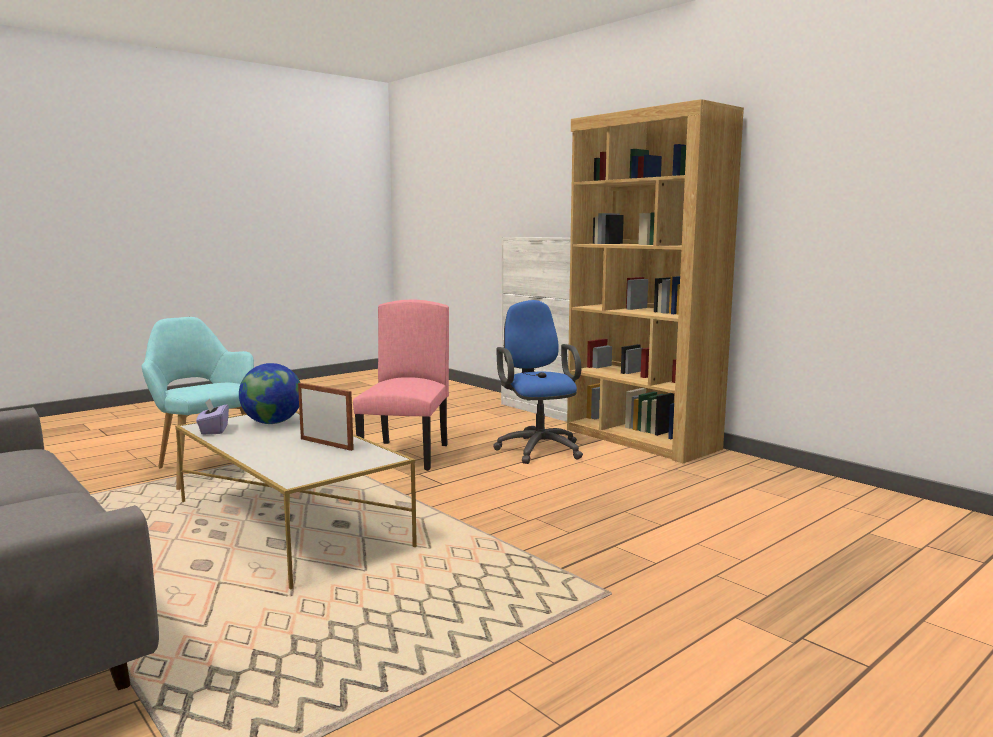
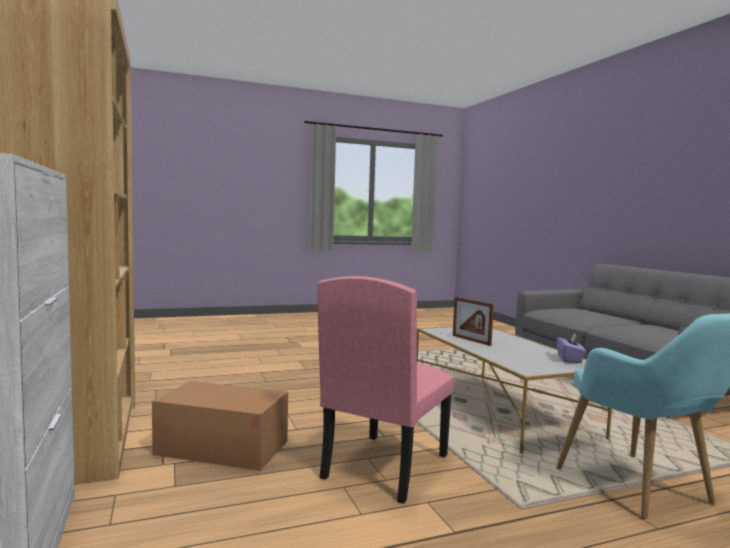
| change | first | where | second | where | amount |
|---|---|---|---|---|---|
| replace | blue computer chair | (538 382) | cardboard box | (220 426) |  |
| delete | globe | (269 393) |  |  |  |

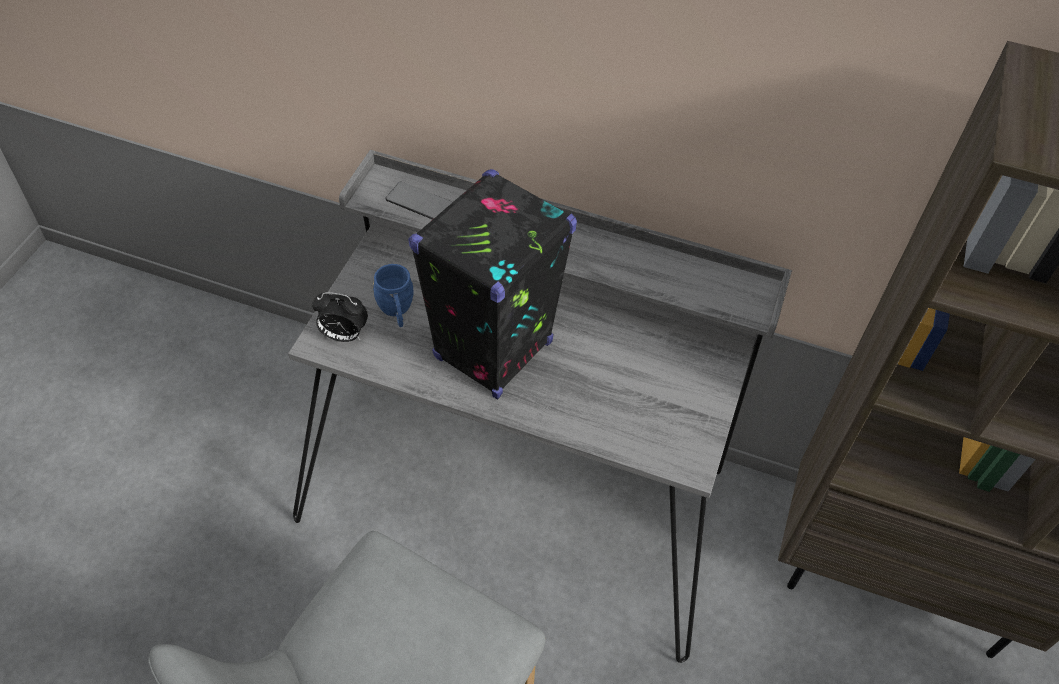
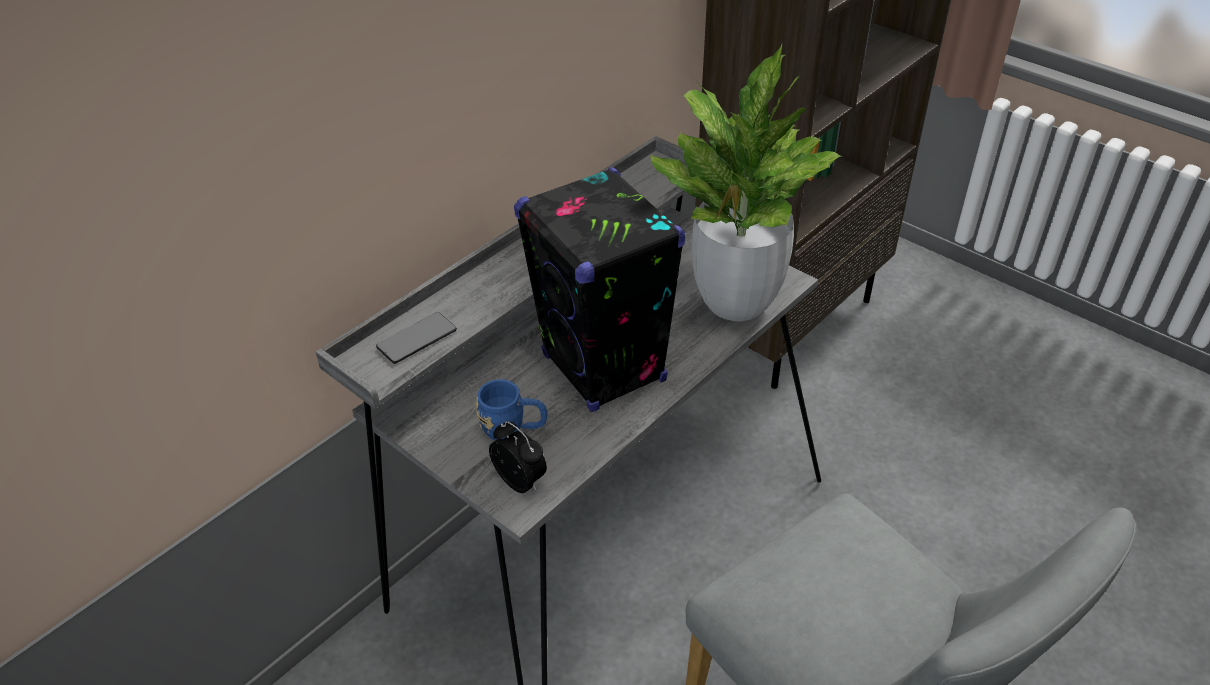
| change | first | where | second | where | amount |
|---|---|---|---|---|---|
| rotate | bedside clock | (340 317) |  | (518 457) | 75 degrees counterclockwise |
| insert |  |  | houseplant | (746 182) |  |

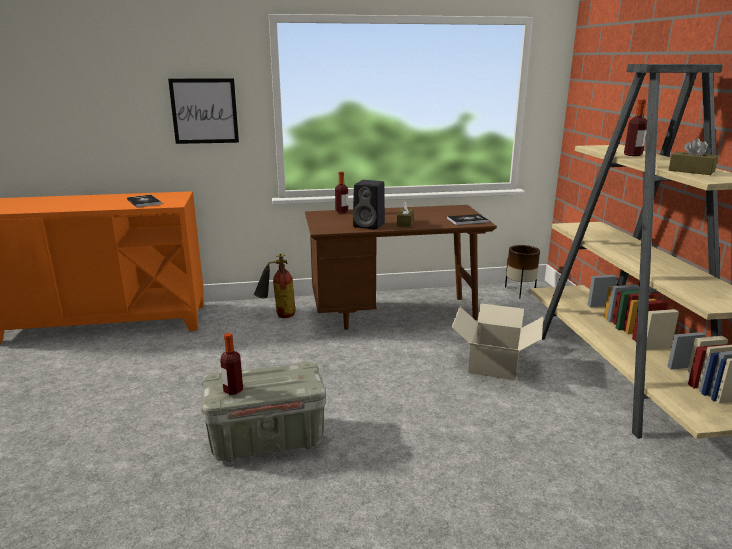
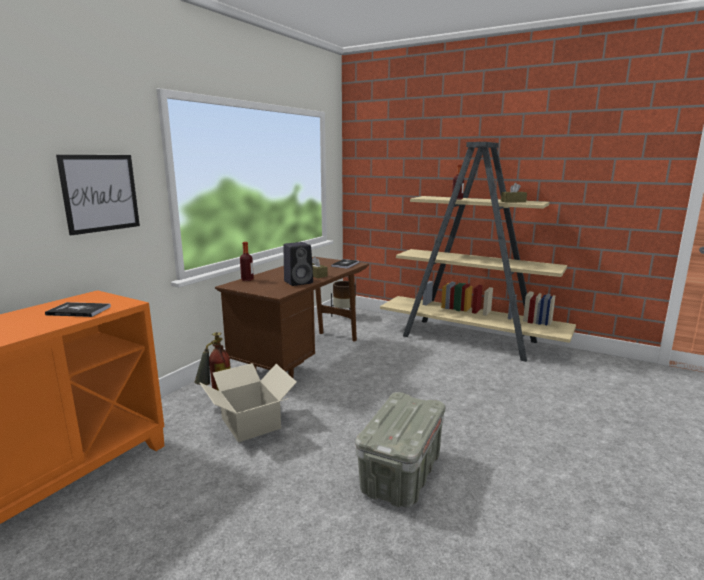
| change | first | where | second | where | amount |
|---|---|---|---|---|---|
| move | cardboard box | (497 341) |  | (248 402) |  |
| delete | bottle | (231 364) |  |  |  |

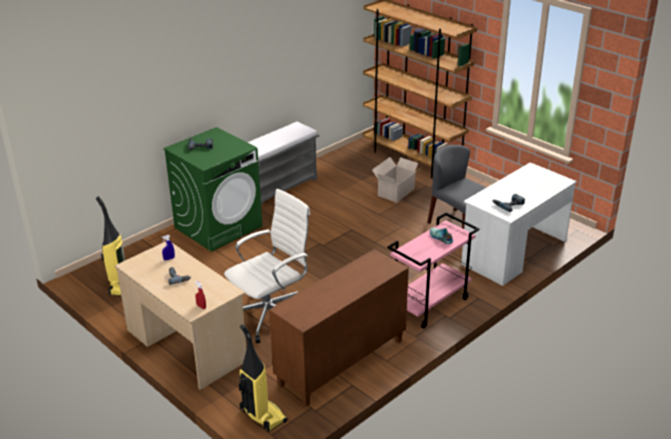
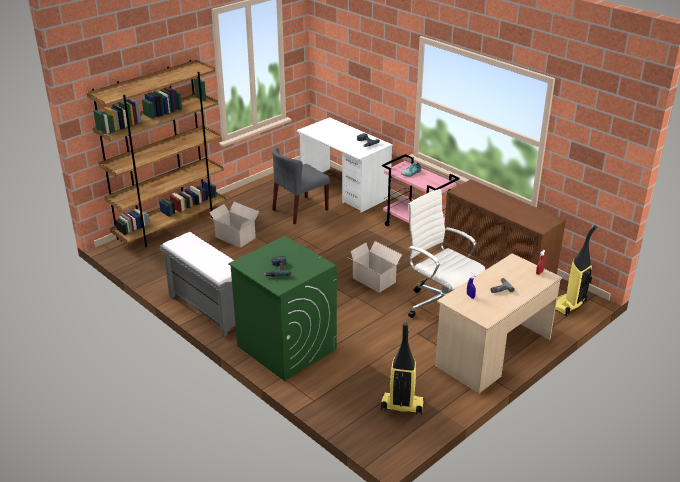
| change | first | where | second | where | amount |
|---|---|---|---|---|---|
| insert |  |  | cardboard box | (375 267) |  |

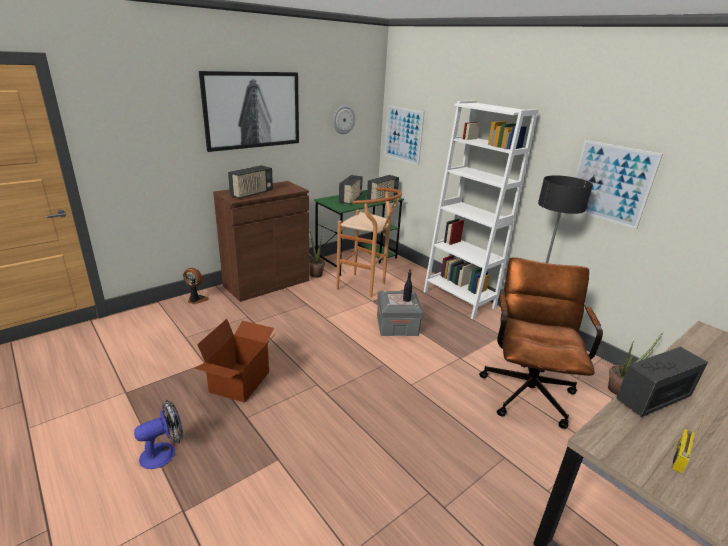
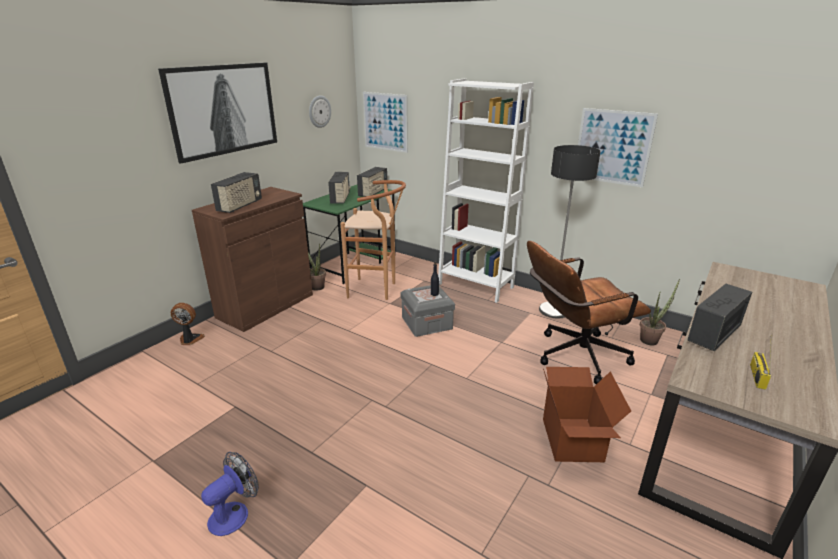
| change | first | where | second | where | amount |
|---|---|---|---|---|---|
| rotate | brown computer chair | (541 343) |  | (589 312) | 105 degrees counterclockwise |
| move | cardboard box | (235 361) |  | (587 414) |  |

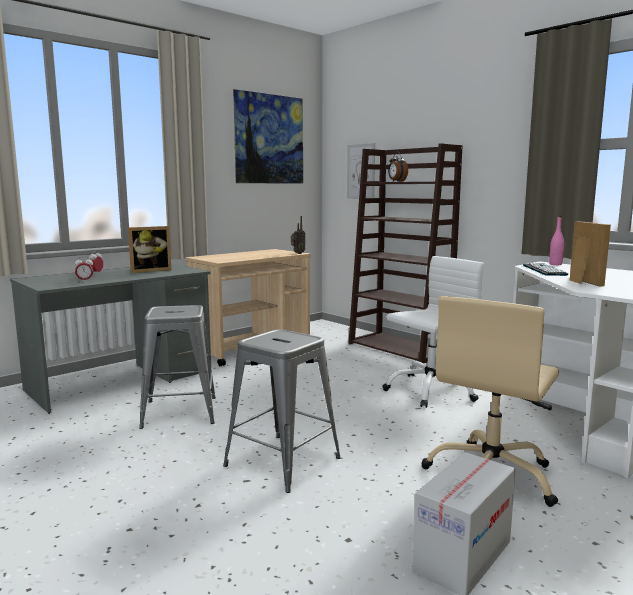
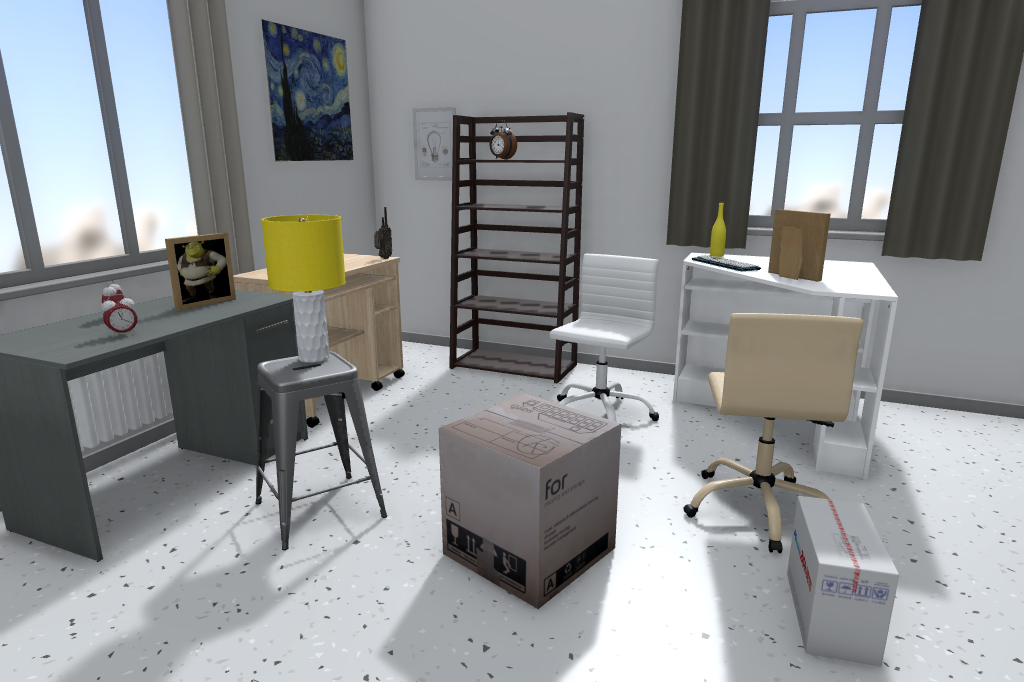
| change | first | where | second | where | amount |
|---|---|---|---|---|---|
| recolor | pink bottle | (556 240) | yellow-coloured bottle | (718 229) |  |
| replace | grey stool seat | (282 411) | cardboard box | (530 501) |  |
| insert |  |  | yellow-coloured tabletop lamp | (303 289) |  |

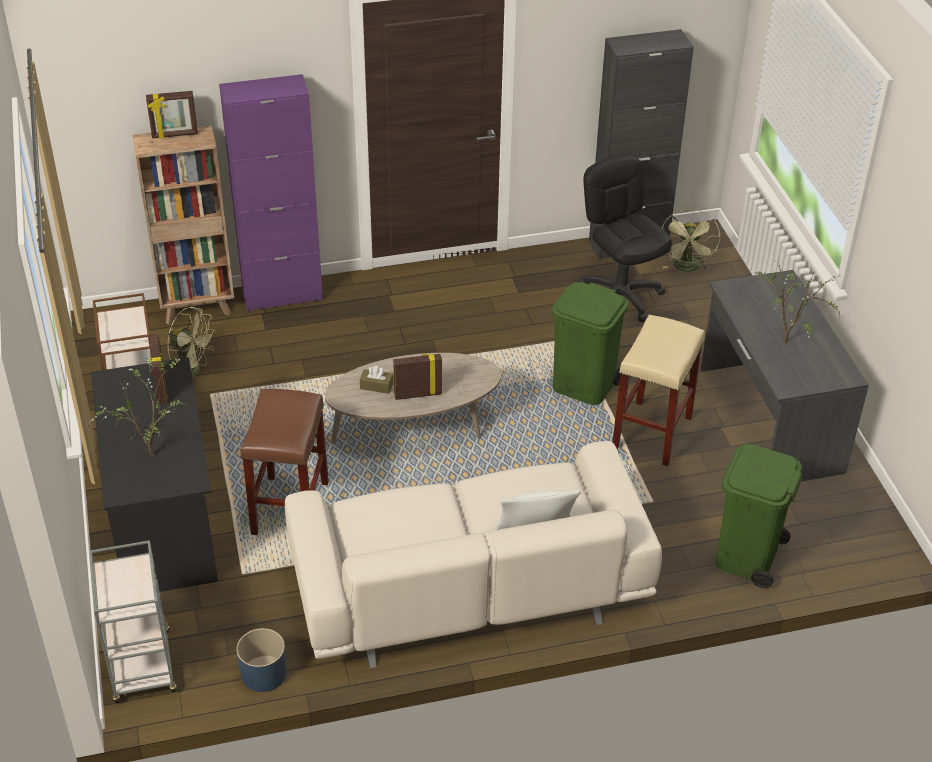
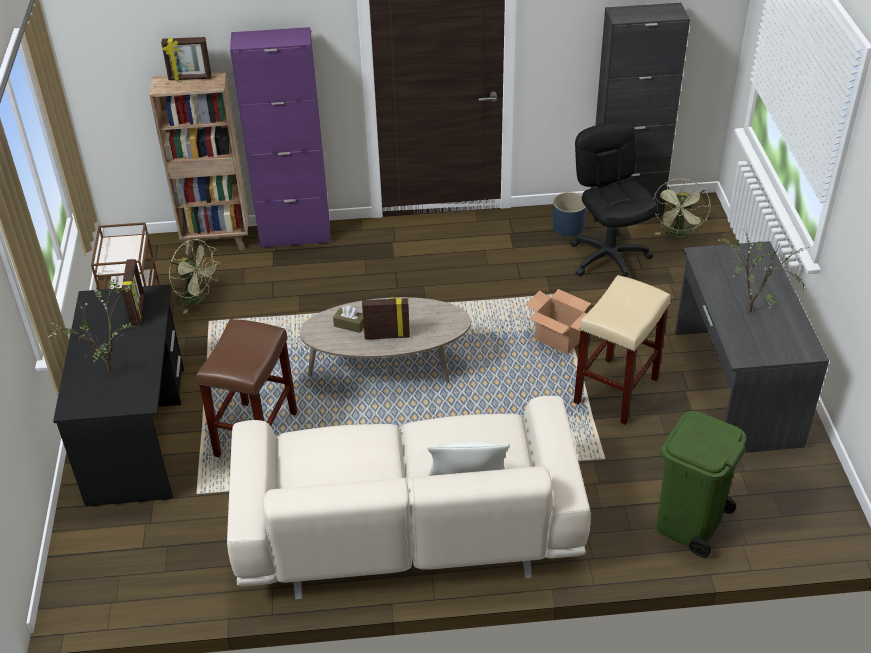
| change | first | where | second | where | amount |
|---|---|---|---|---|---|
| replace | green-coloured waste bin | (590 343) | cardboard box | (558 322) |  |
| delete | grey cart | (133 621) |  |  |  |
| move | blue flower pot | (261 660) |  | (569 214) |  |

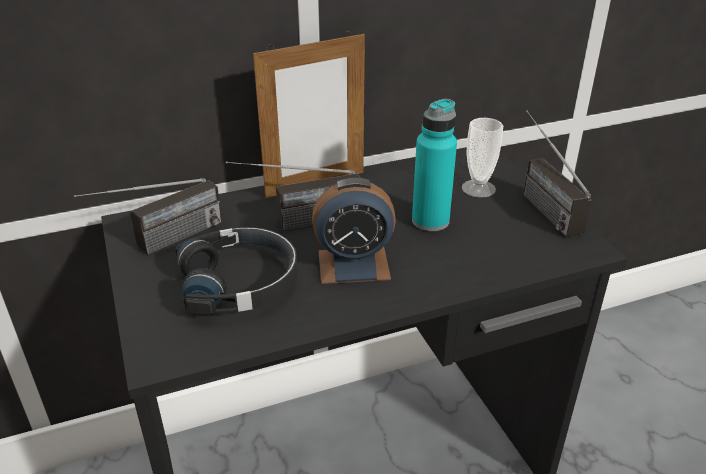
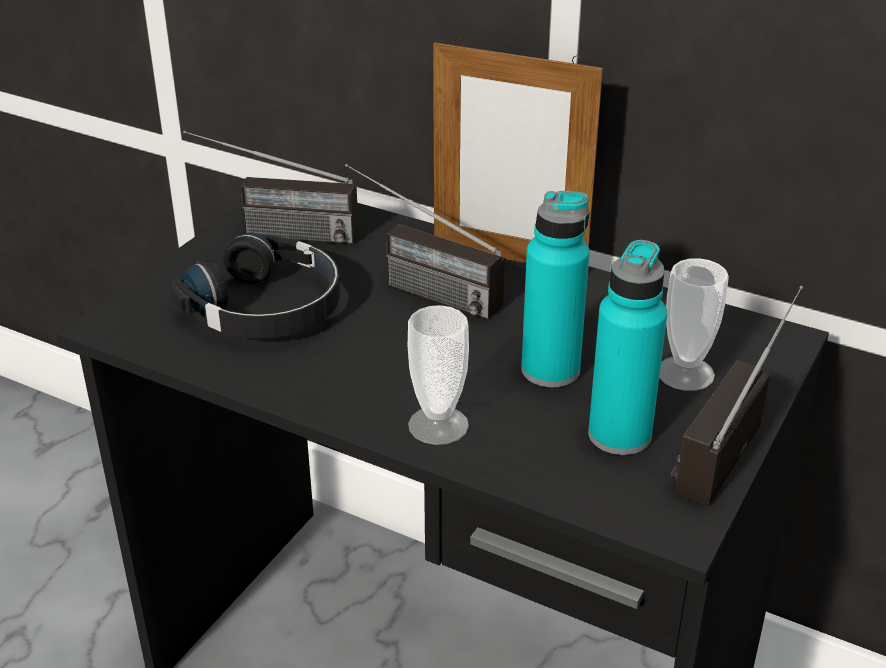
| change | first | where | second | where | amount |
|---|---|---|---|---|---|
| delete | bedside clock | (354 231) |  |  |  |
| insert |  |  | blue-green bottle | (627 347) |  |
| insert |  |  | small cup | (438 375) |  |

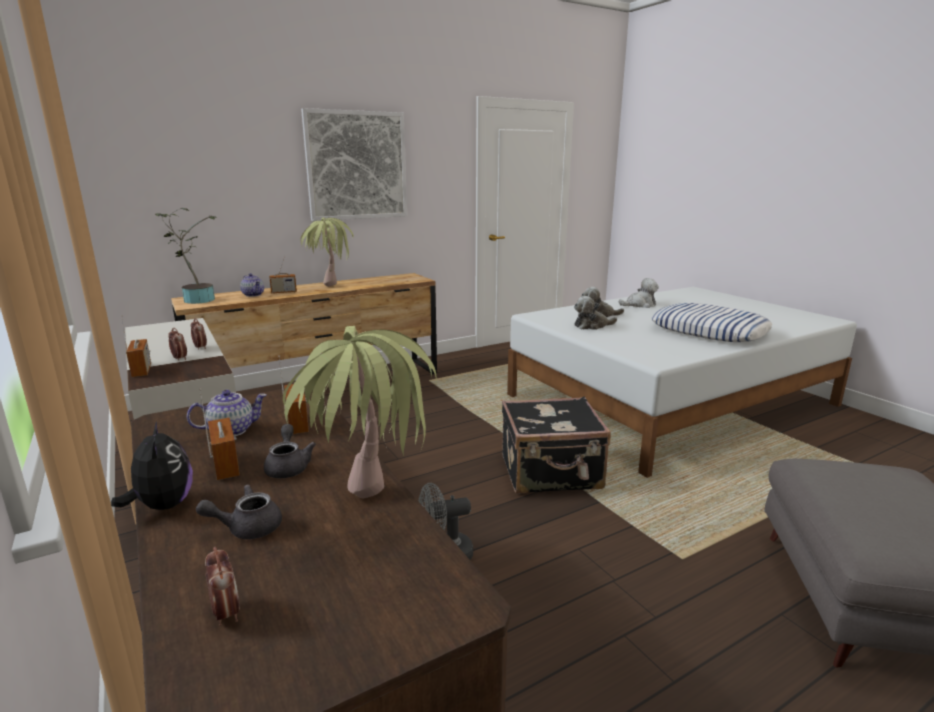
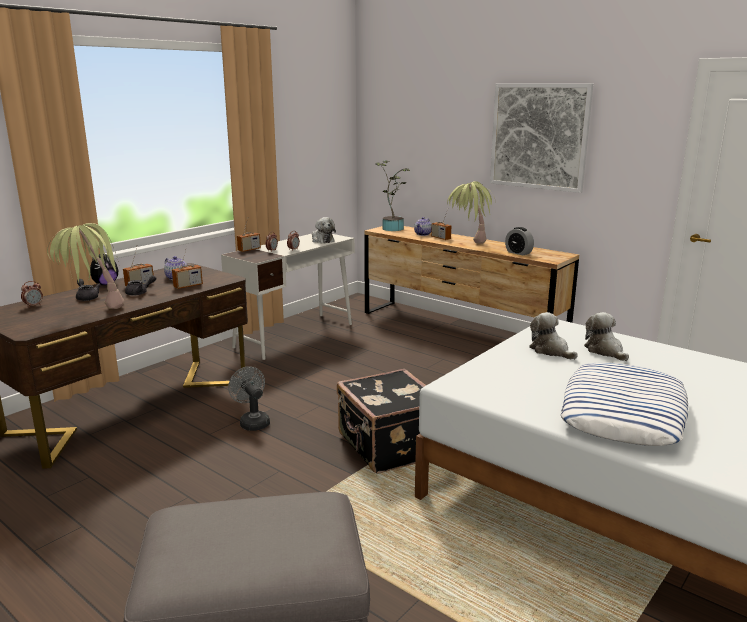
| change | first | where | second | where | amount |
|---|---|---|---|---|---|
| move | cuddly toy | (639 293) |  | (324 230) |  |
| insert |  |  | bedside clock | (519 241) |  |

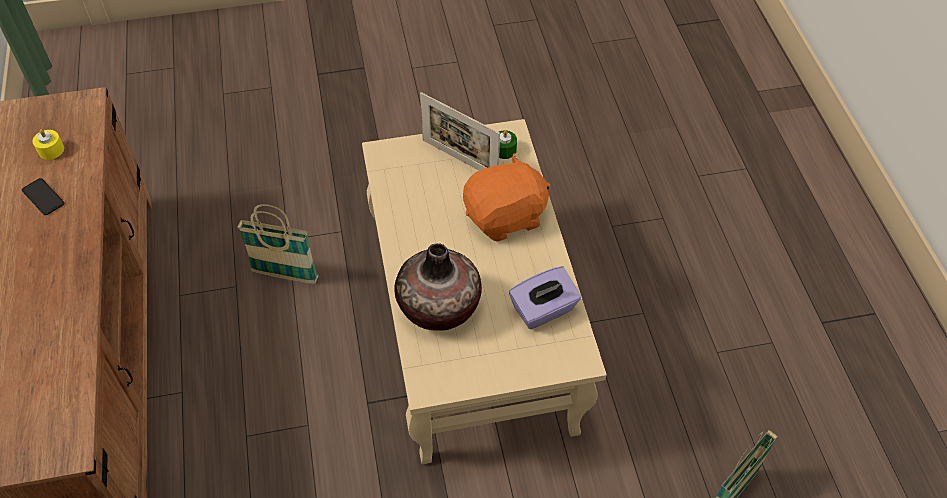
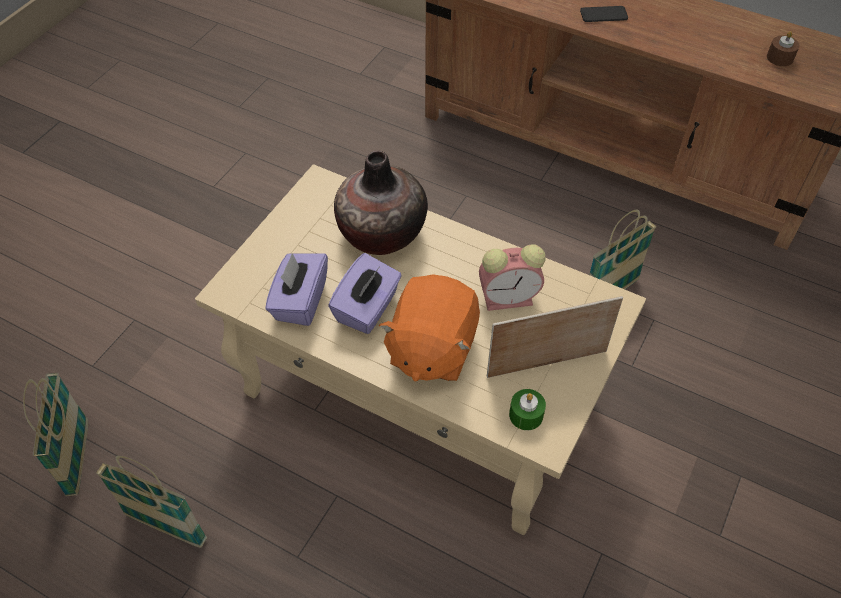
| change | first | where | second | where | amount |
|---|---|---|---|---|---|
| recolor | yellow-coloured wax candle | (48 144) | brown wax candle | (783 48) |  |
| move | telephone | (43 196) |  | (604 14) |  |
| insert |  |  | bedside clock | (512 277) |  |
| insert |  |  | purple box of tissues | (365 293) |  |
| insert |  |  | household basket | (151 502) |  |

